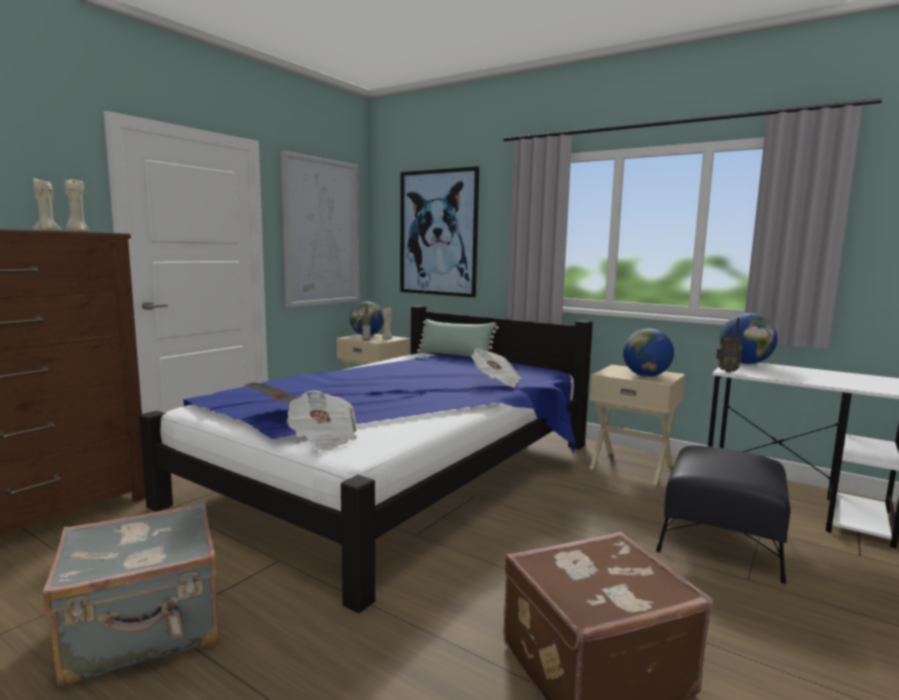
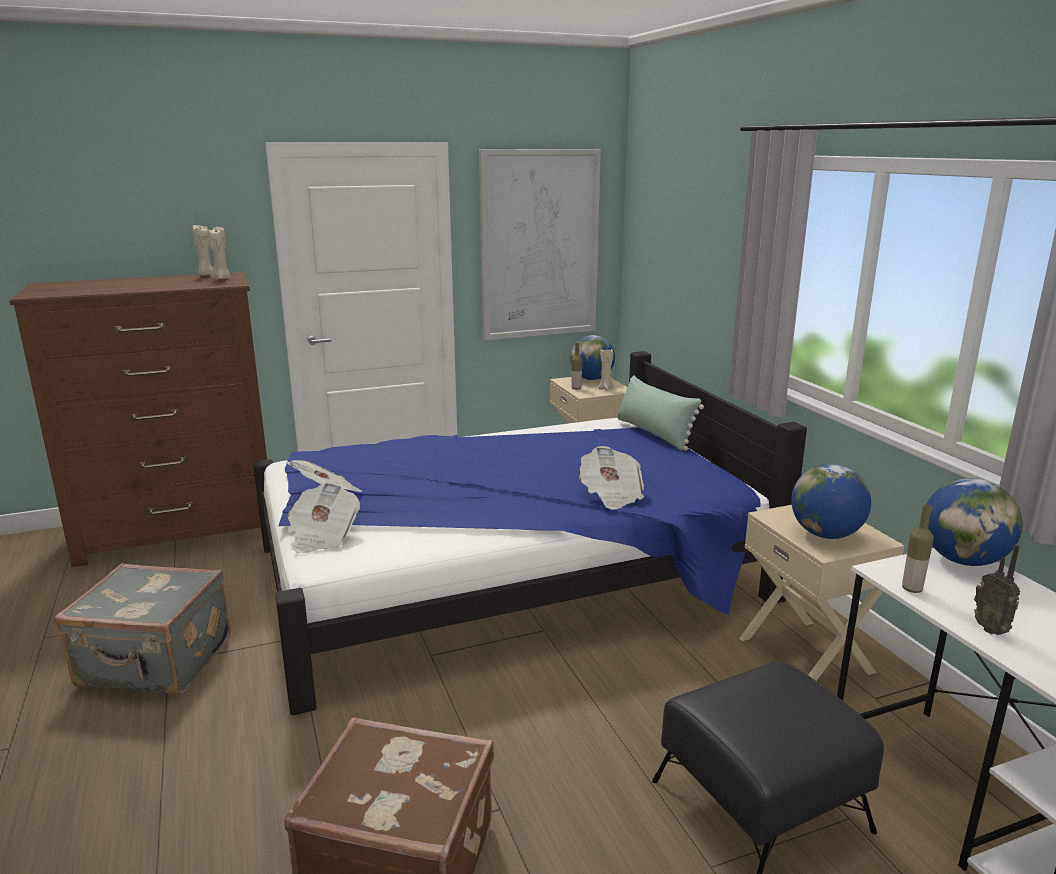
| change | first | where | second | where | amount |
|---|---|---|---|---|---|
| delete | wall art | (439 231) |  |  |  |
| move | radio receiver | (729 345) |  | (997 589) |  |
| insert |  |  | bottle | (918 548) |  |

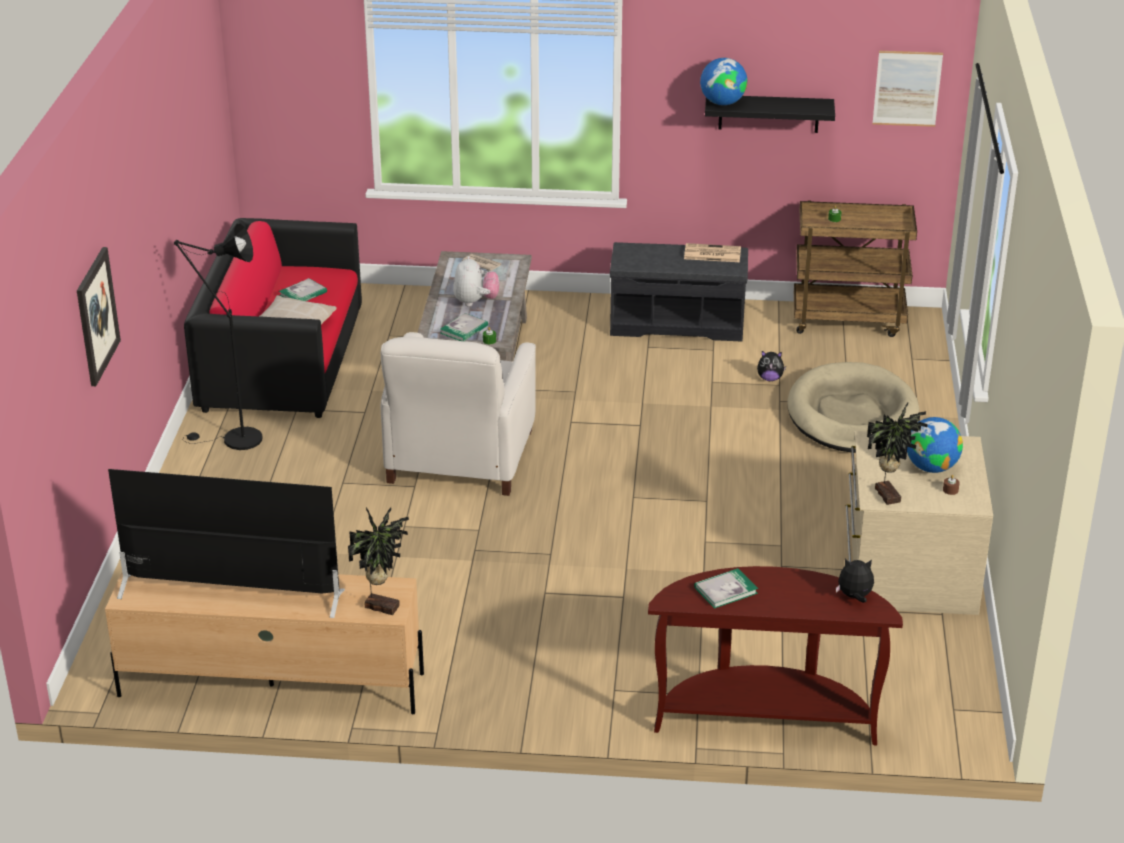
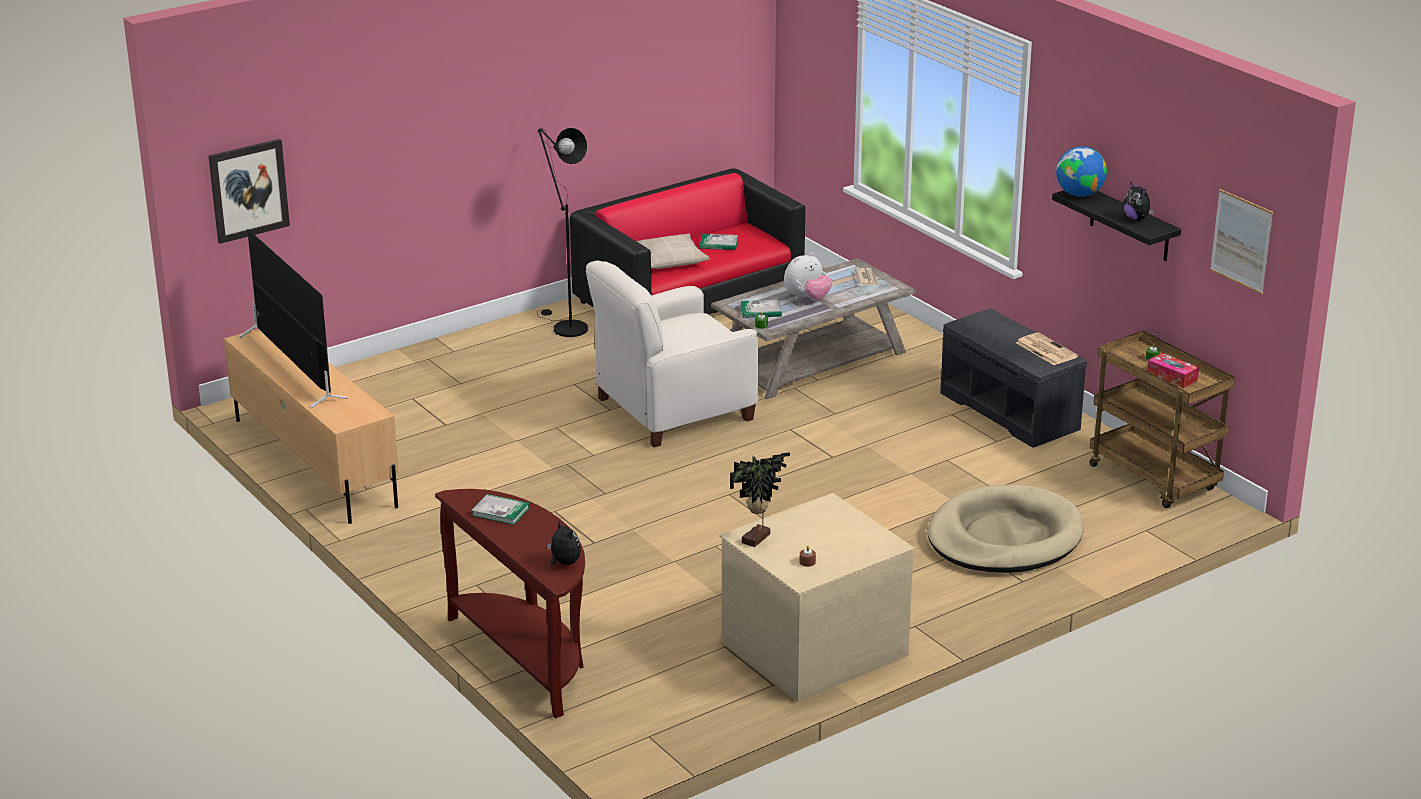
| change | first | where | second | where | amount |
|---|---|---|---|---|---|
| move | wall art | (99 316) |  | (249 191) |  |
| move | cuddly toy | (771 366) |  | (1139 201) |  |
| delete | globe | (935 445) |  |  |  |
| delete | houseplant | (378 561) |  |  |  |
| insert |  |  | box of tissues | (1173 370) |  |

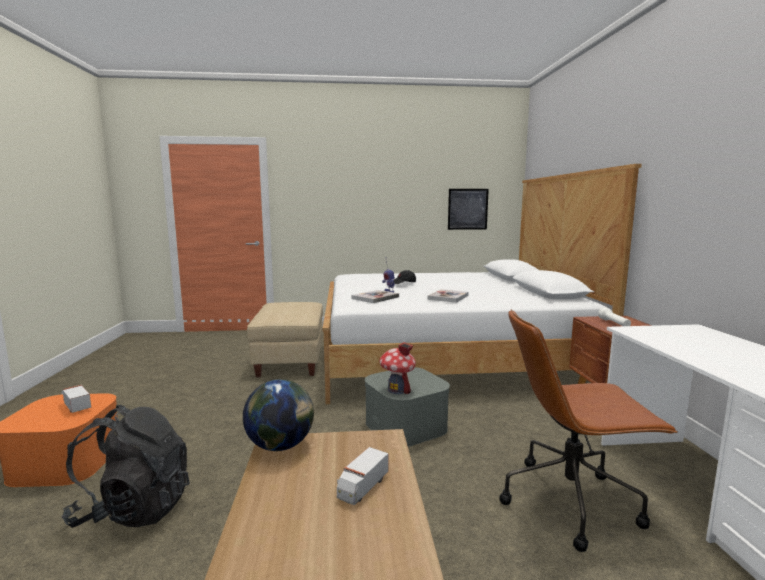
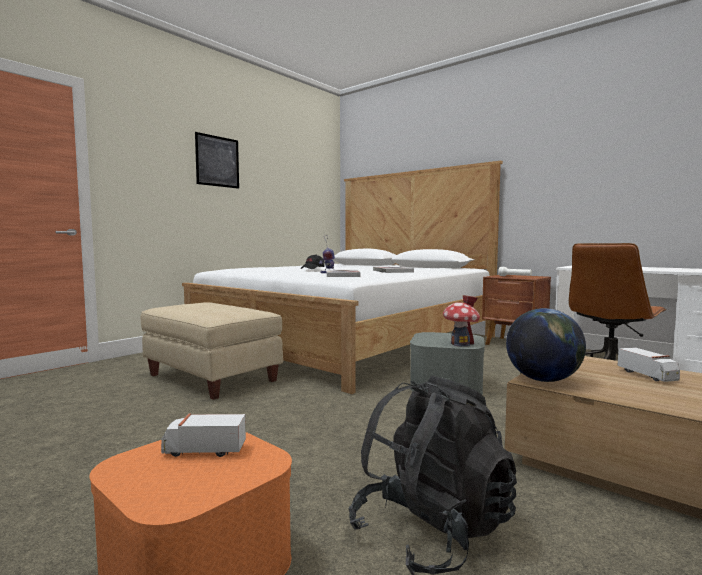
| change | first | where | second | where | amount |
|---|---|---|---|---|---|
| move | wall art | (468 209) |  | (217 160) |  |

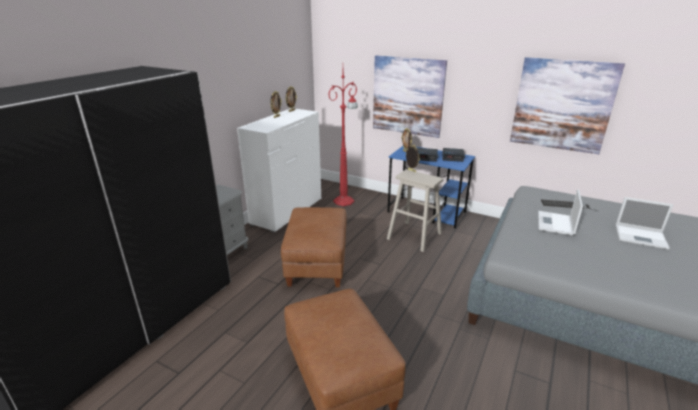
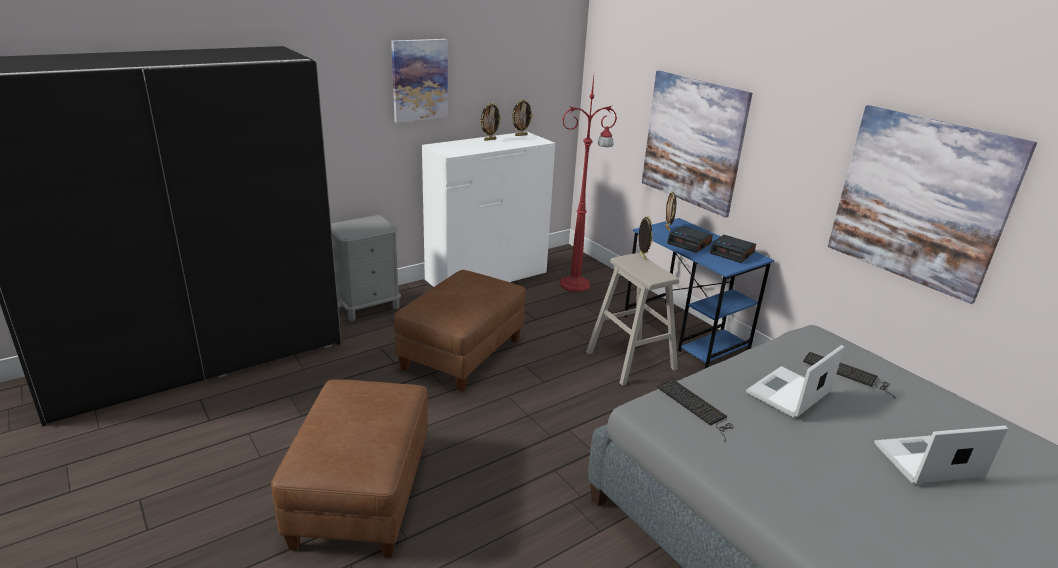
| change | first | where | second | where | amount |
|---|---|---|---|---|---|
| rotate | portable computer | (644 223) |  | (941 455) | 120 degrees clockwise |
| insert |  |  | wall art | (419 81) |  |
| insert |  |  | PC keyboard | (695 410) |  |

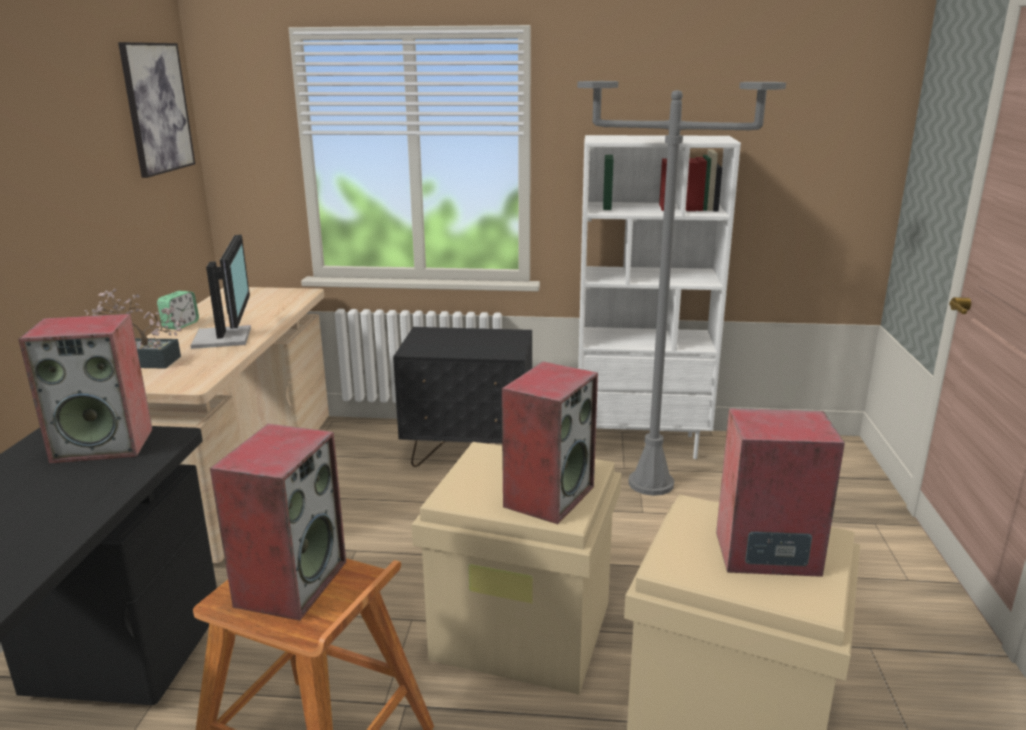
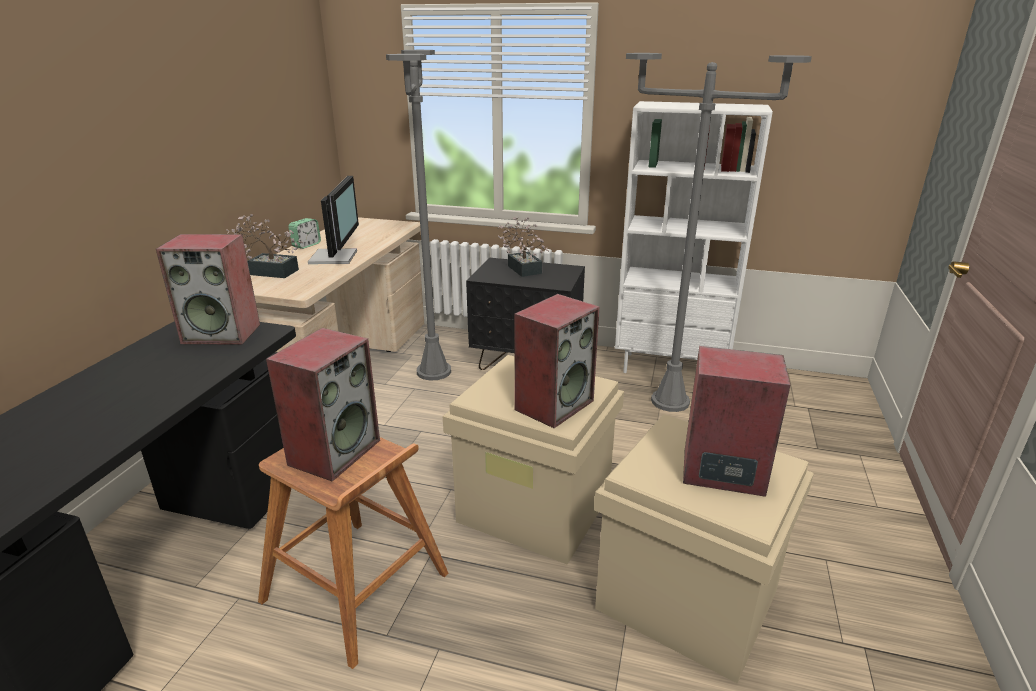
| change | first | where | second | where | amount |
|---|---|---|---|---|---|
| delete | wall art | (156 110) |  |  |  |
| insert |  |  | grey standard lamp | (418 215) |  |
| insert |  |  | houseplant | (523 247) |  |

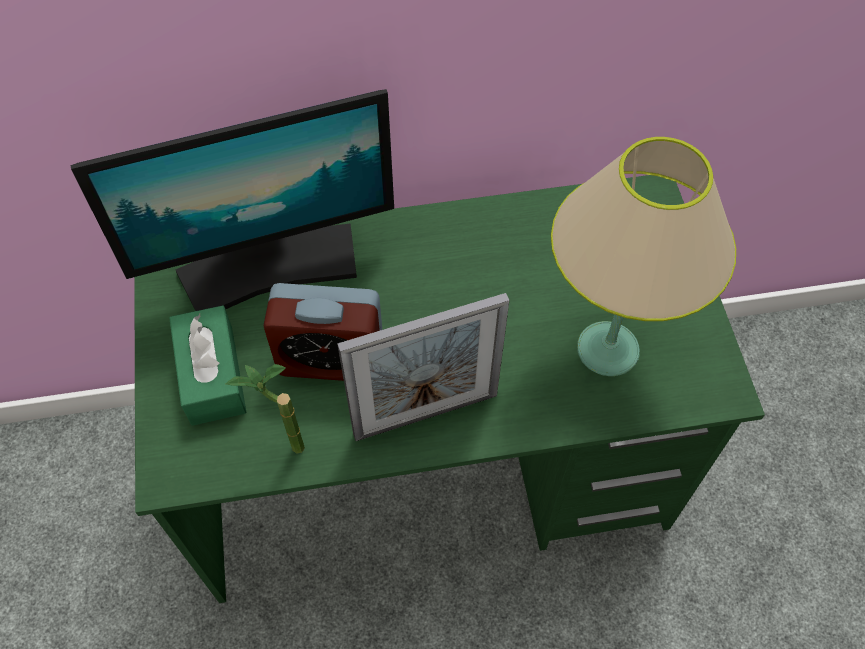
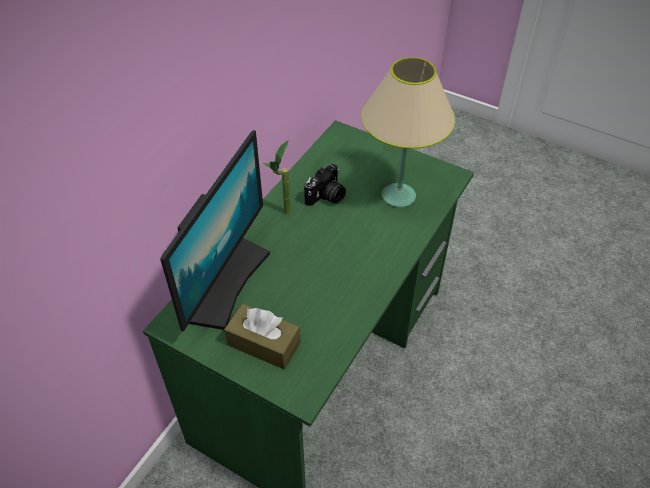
| change | first | where | second | where | amount |
|---|---|---|---|---|---|
| delete | bedside clock | (322 332) |  |  |  |
| delete | picture frame | (423 367) |  |  |  |
| recolor | green-coloured box of tissues | (207 365) | brown box of tissues | (262 336) |  |
| move | houseplant | (265 409) |  | (277 177) |  |
| insert |  |  | still camera | (325 185) |  |

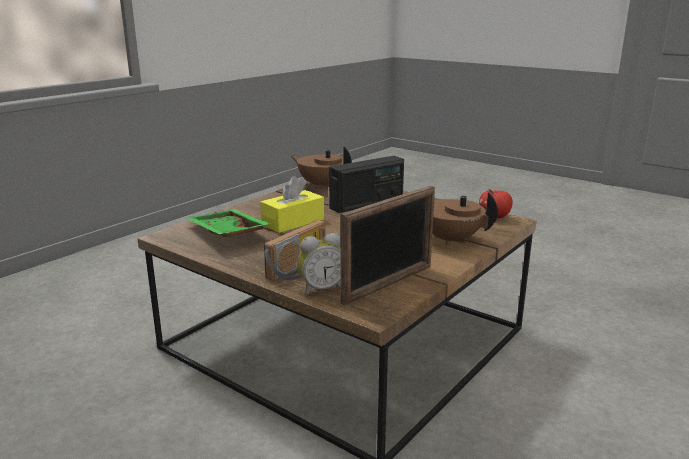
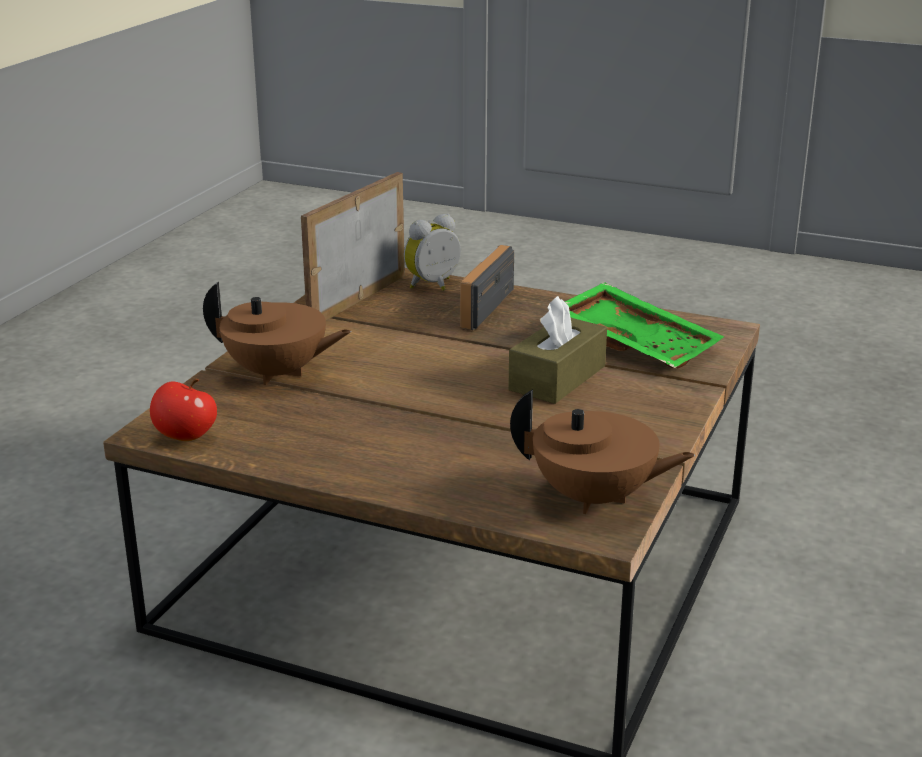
| change | first | where | second | where | amount |
|---|---|---|---|---|---|
| delete | radio receiver | (366 184) |  |  |  |
| recolor | yellow-coloured box of tissues | (292 204) | brown box of tissues | (557 350) |  |

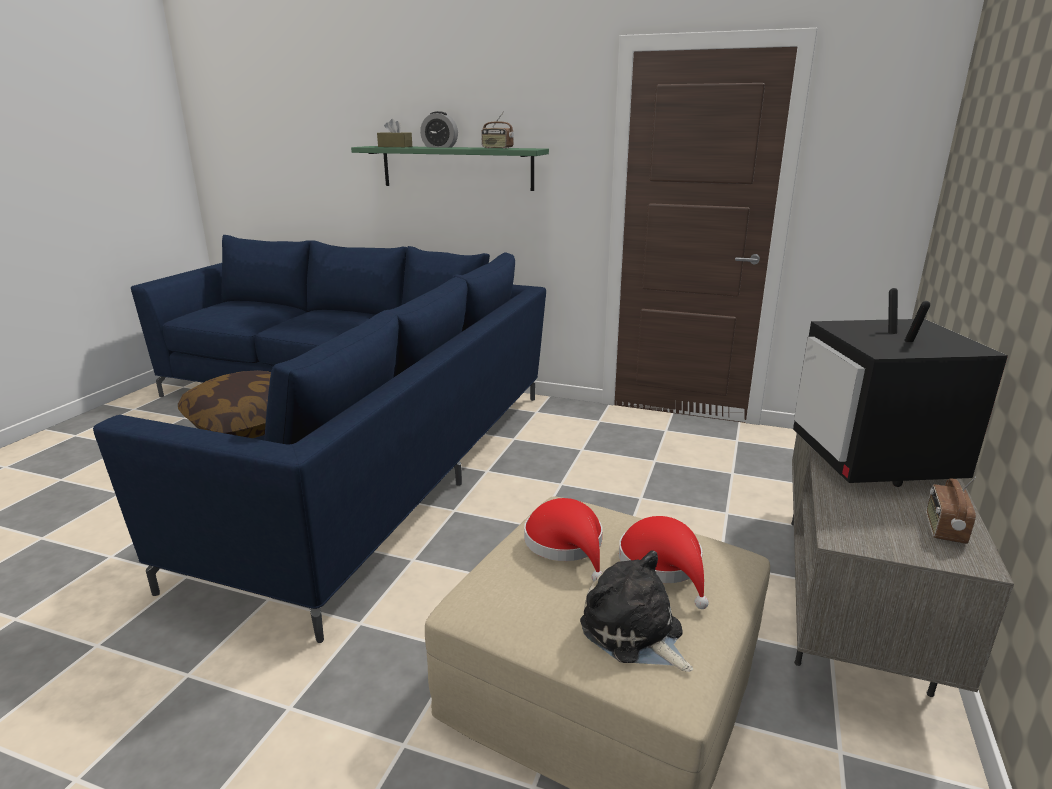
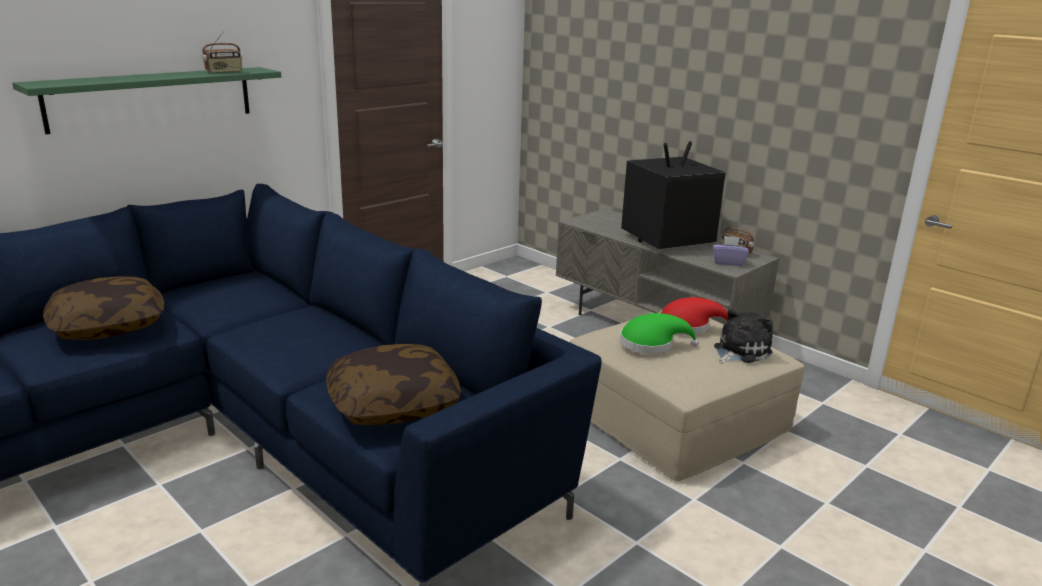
| change | first | where | second | where | amount |
|---|---|---|---|---|---|
| delete | bedside clock | (439 129) |  |  |  |
| delete | brown box of tissues | (394 133) |  |  |  |
| rotate | television | (900 387) |  | (673 195) | 135 degrees clockwise |
| recolor | reddish clothing hat | (563 540) | green-coloured clothing hat | (659 333) |  |
| rotate | cuddly toy | (636 611) |  | (743 336) | 150 degrees clockwise |
| insert |  |  | purple box of tissues | (731 251) |  |
| insert |  |  | cushion | (103 308) |  |

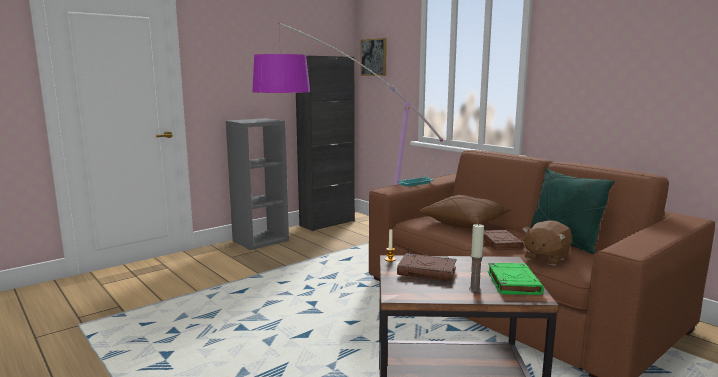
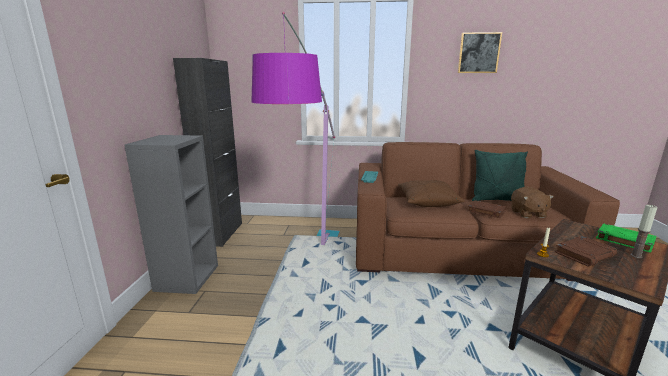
| change | first | where | second | where | amount |
|---|---|---|---|---|---|
| move | wall art | (374 57) |  | (480 52) |  |

